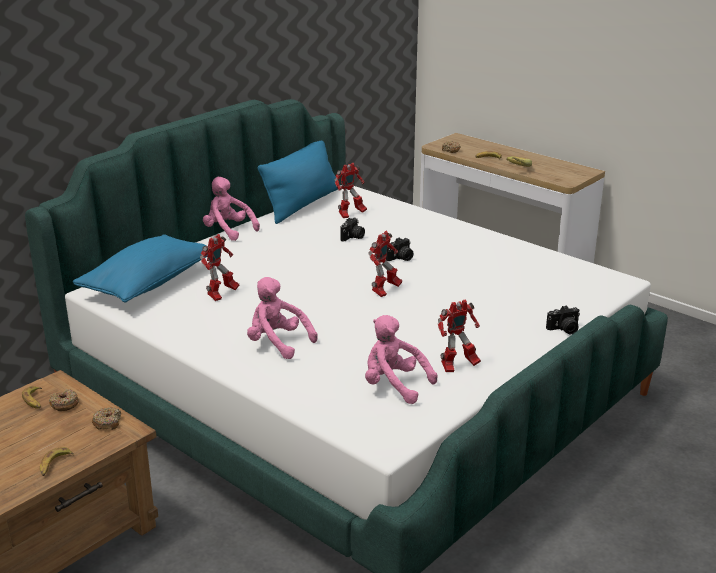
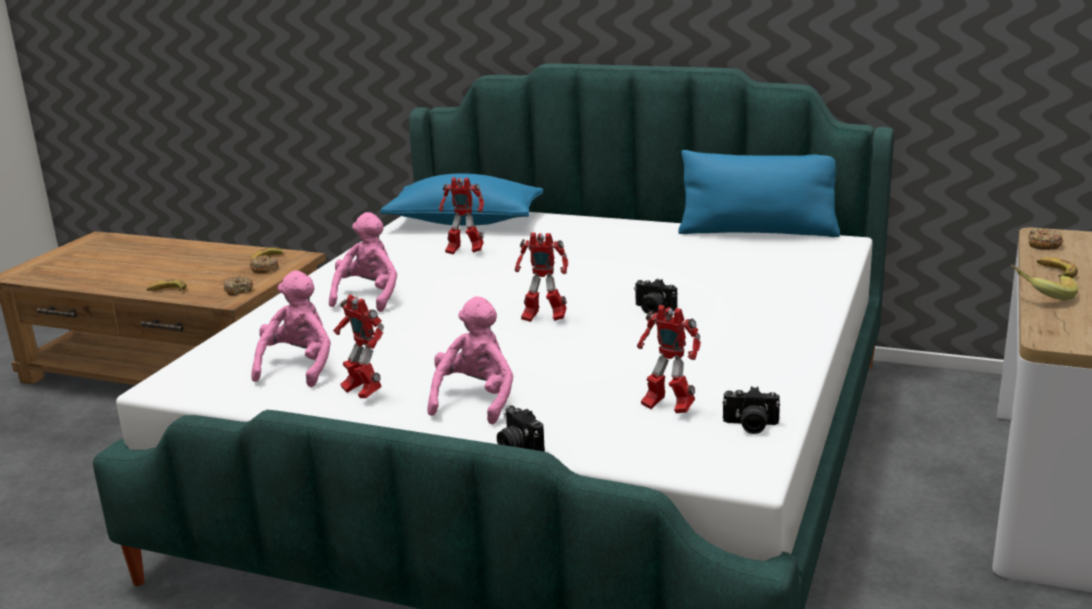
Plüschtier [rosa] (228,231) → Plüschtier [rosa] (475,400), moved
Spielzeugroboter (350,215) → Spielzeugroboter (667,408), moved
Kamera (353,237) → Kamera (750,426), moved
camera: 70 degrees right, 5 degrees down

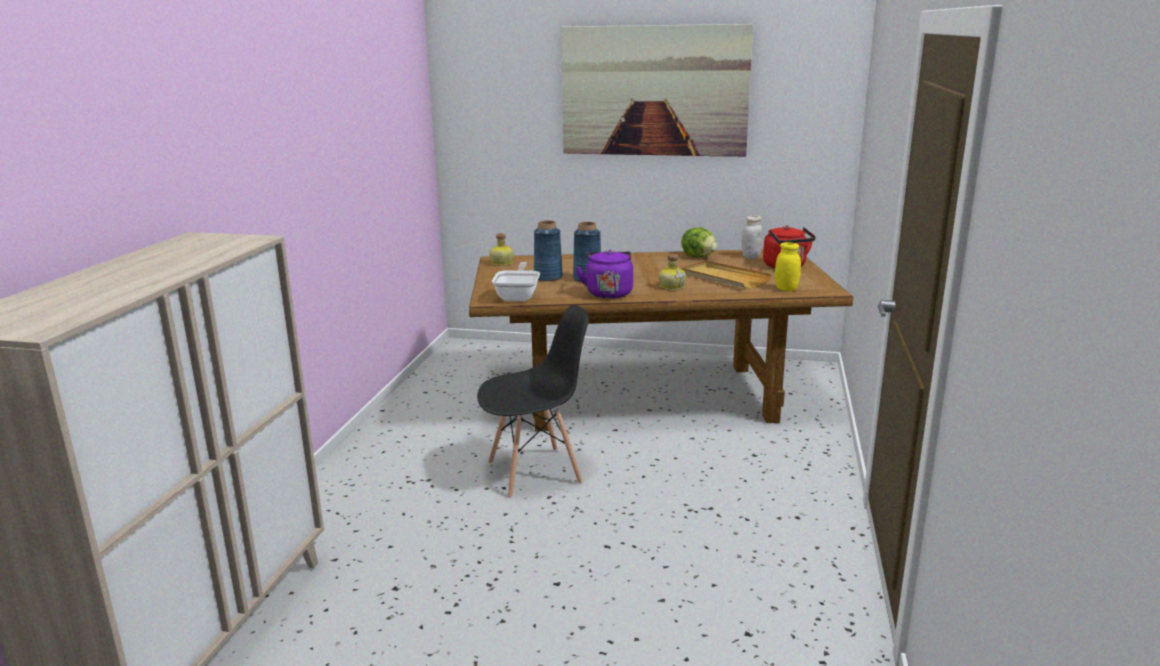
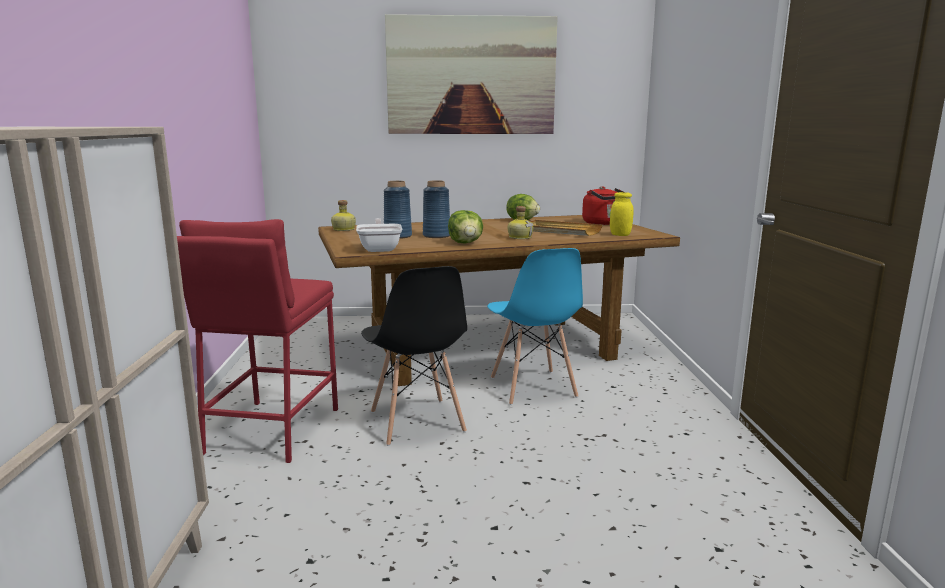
Stuhl [schwarz] (535,472) → Stuhl [schwarz] (416,422), 105 degrees clockwise
Wasserkessel [lila] (608,293) → Salatkopf (466,243)
Vorratsglas [weiß] (751,256) → -
- → Hocker [rot] (271,430)
- → Stuhl [blau] (532,388)
camera: 15 degrees left, 5 degrees down

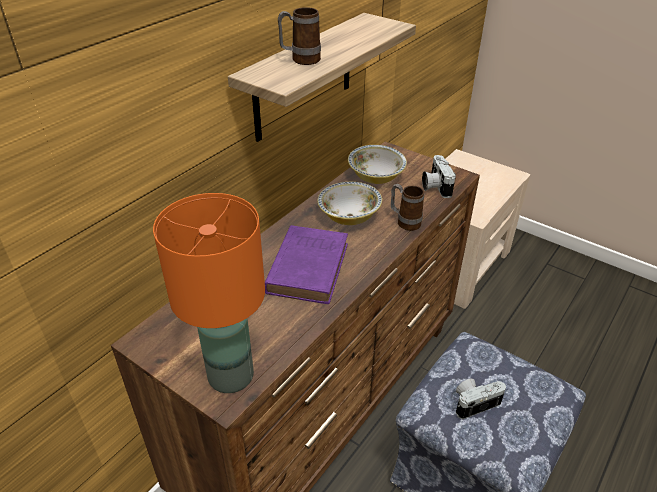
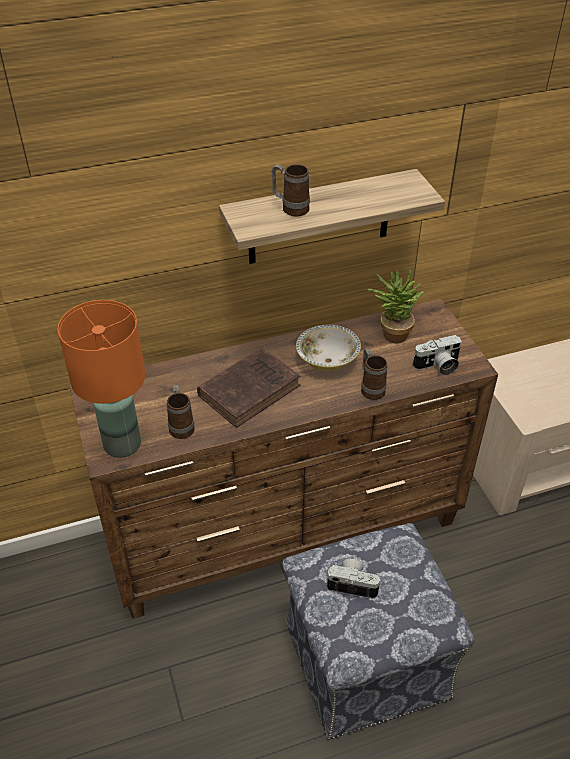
Buch [lila] (308,266) → Buch [braun] (251,389)
Schüssel (376,177) → Topfpflanze (391,333)
Kamera (435,186) → Kamera (438,366), 135 degrees counterclockwise
- → Henkelbecher (181,426)
camera: 35 degrees right, 5 degrees up

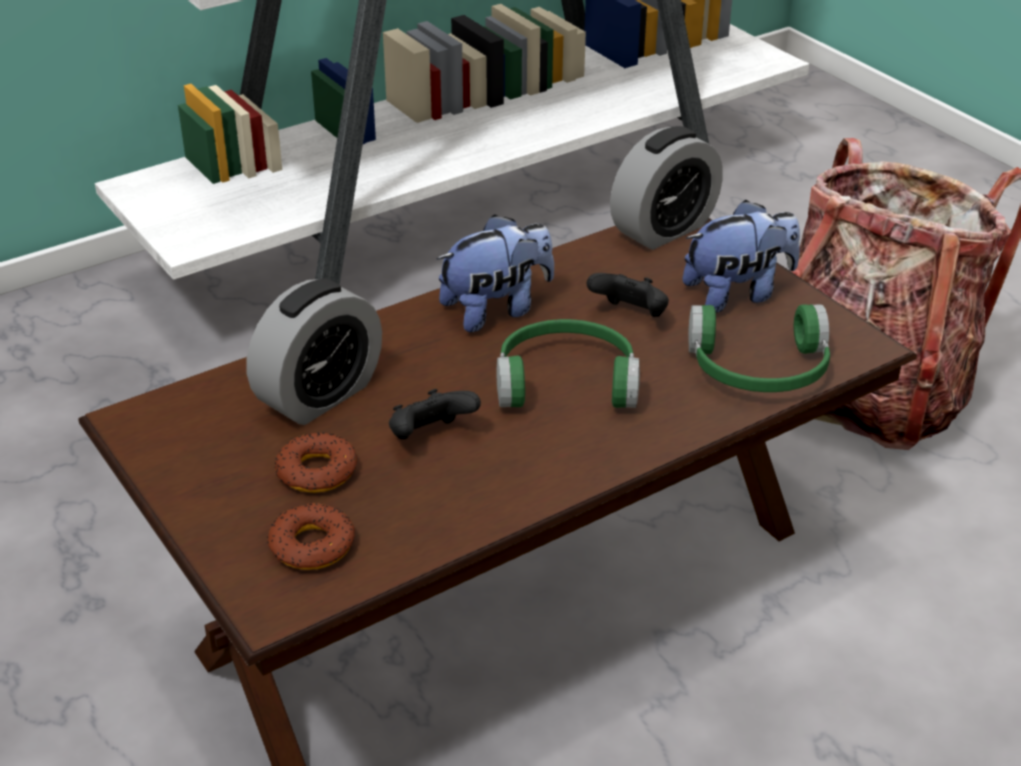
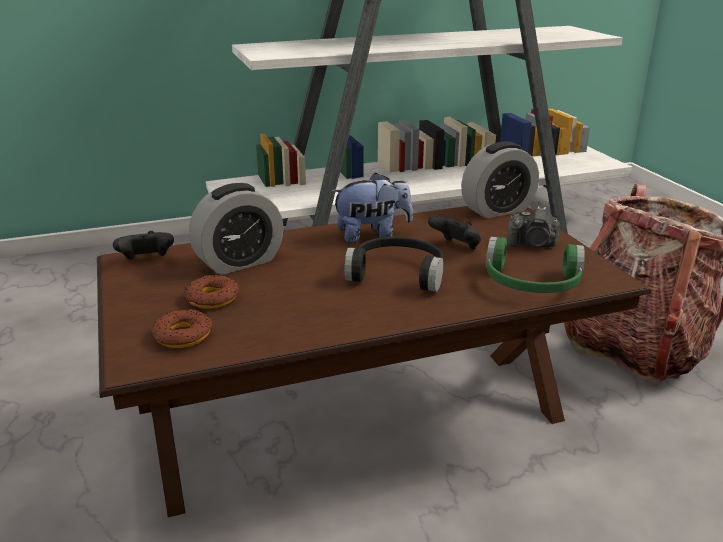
Gamepad [schwarz] (430,437) → Gamepad [schwarz] (147,261), moved
Kopfhörer [grün] (566,380) → Kopfhörer [schwarz] (397,273)
Plüschtier (737,294) → Kamera (533,244)
camera: 15 degrees right, 10 degrees down

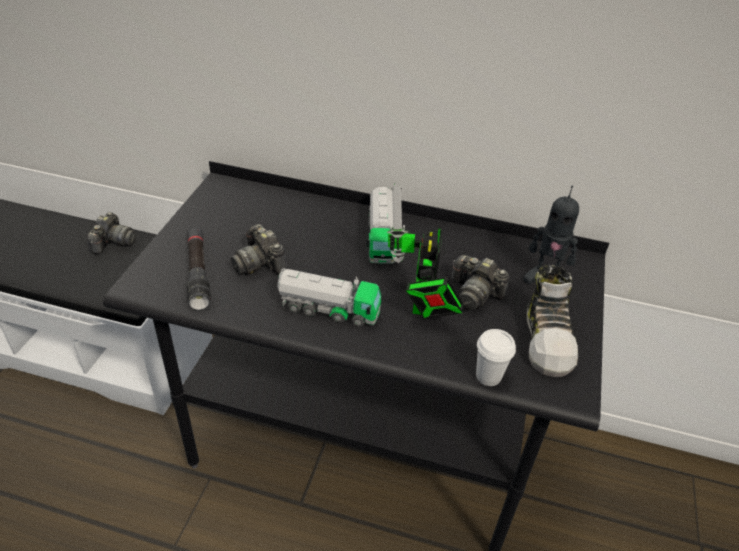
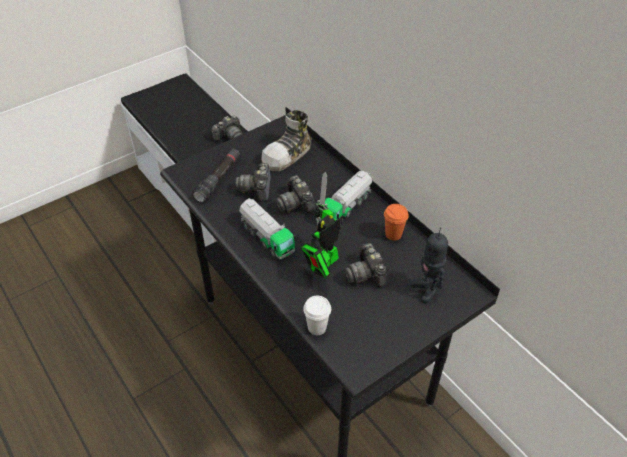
Schuh (548,339) → Schuh (288,154), moved
- → Kamera (295,204)
- → Tasse [orange] (393,234)
camera: 40 degrees right, 5 degrees up

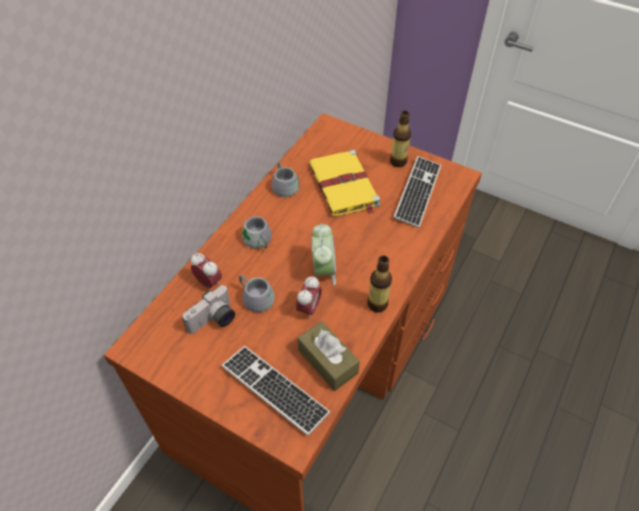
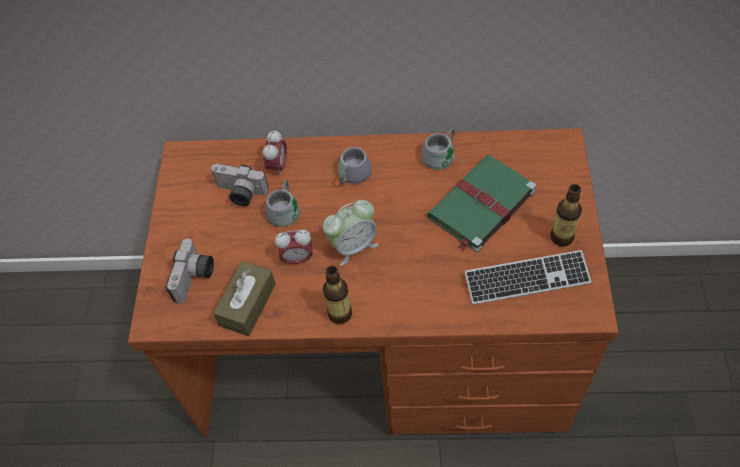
Tastatur (274,390) → Kamera (195,278)
Buch [gelb] (344,186) → Buch [grün] (480,206)
camera: 65 degrees right, 5 degrees up

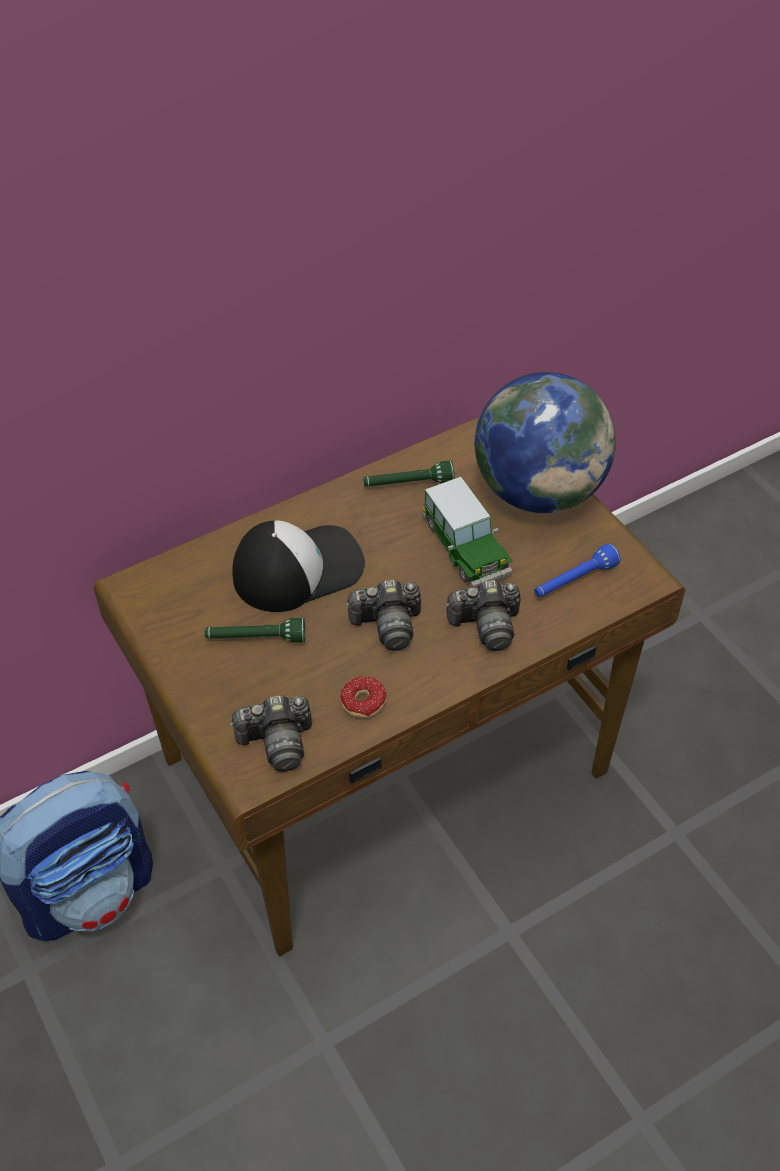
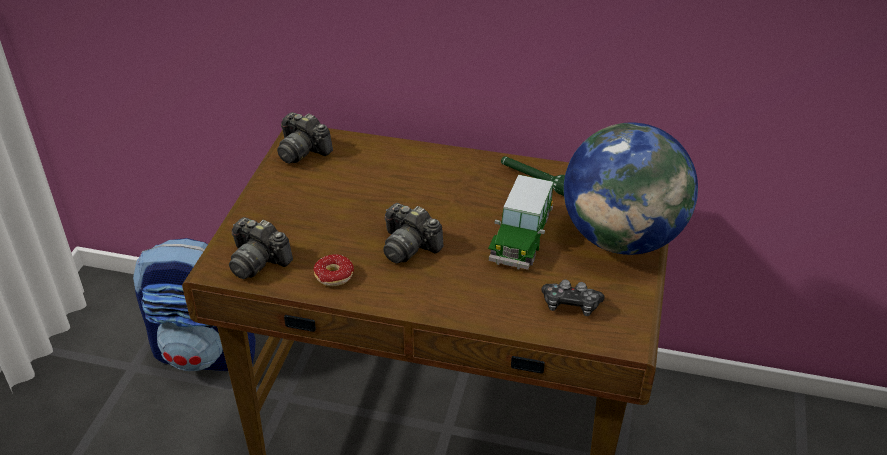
Taschenlampe [grün] (256,638) → -
Kappe (298,568) → -
Kamera (486,626) → Kamera (302,150), moved
Taschenlampe [blau] (574,580) → Gamepad (570,305)
camera: 45 degrees right, 10 degrees down

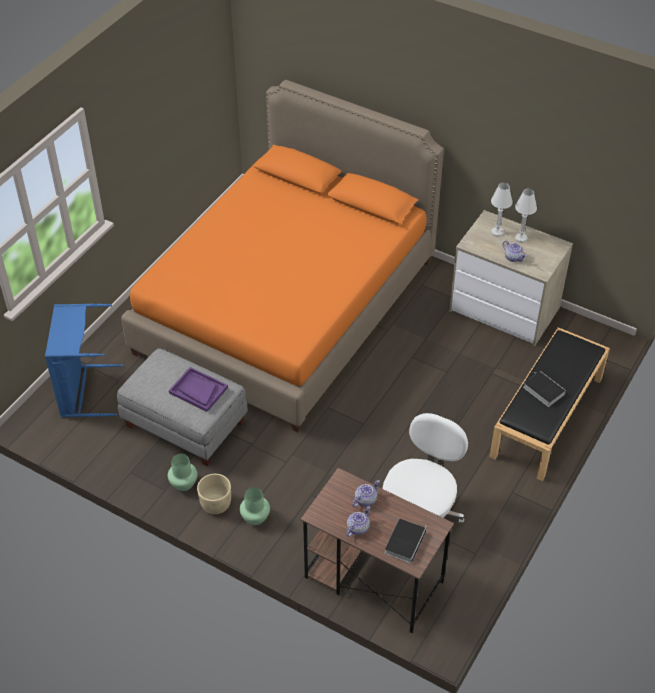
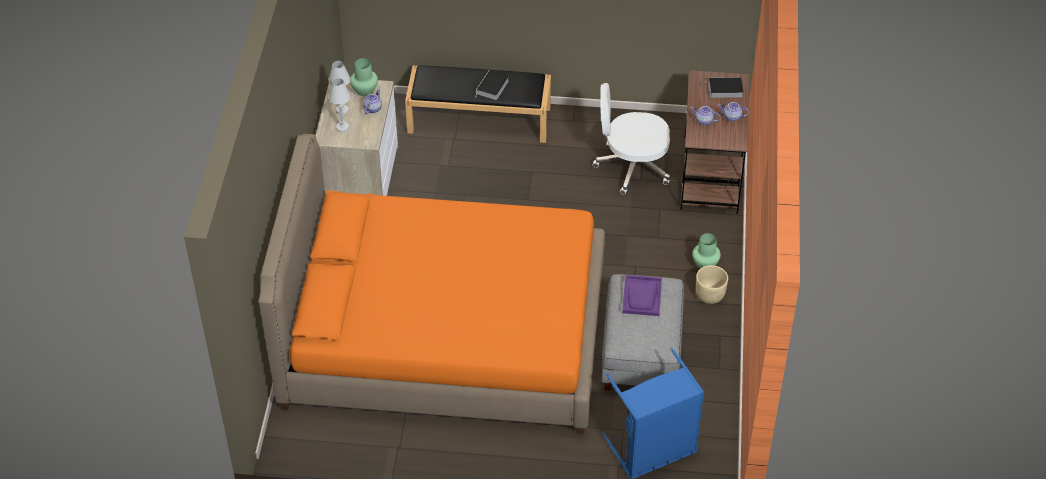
Vase [grün] (183,484) → Vase [grün] (365,91), moved
camera: 115 degrees left, 0 degrees up

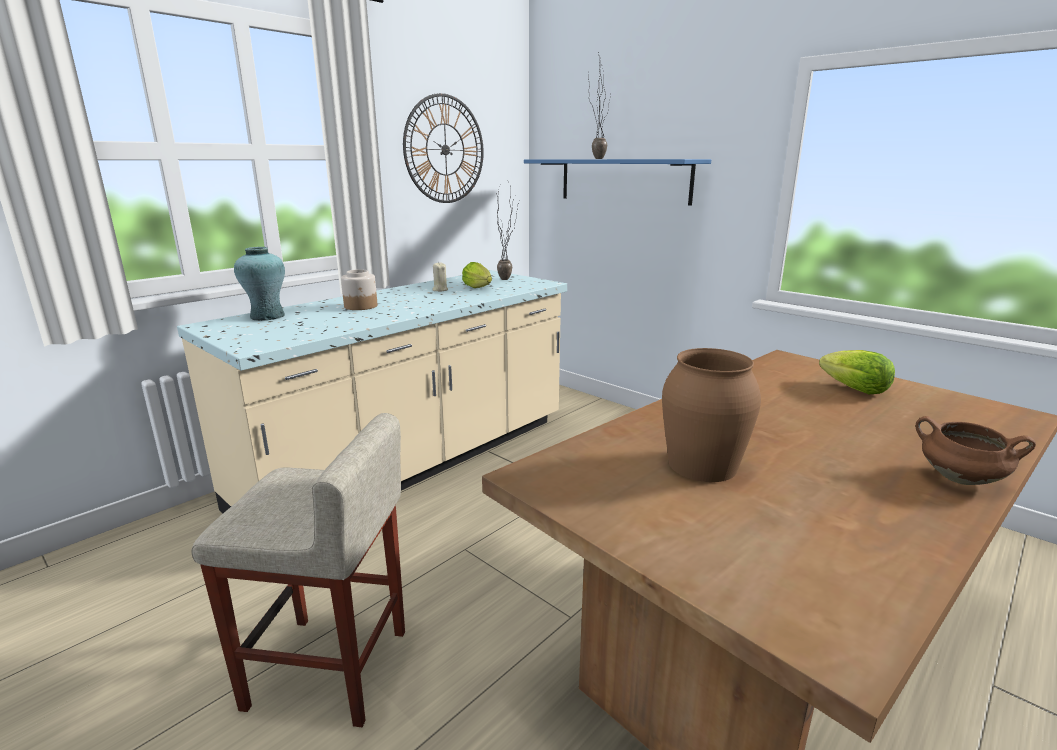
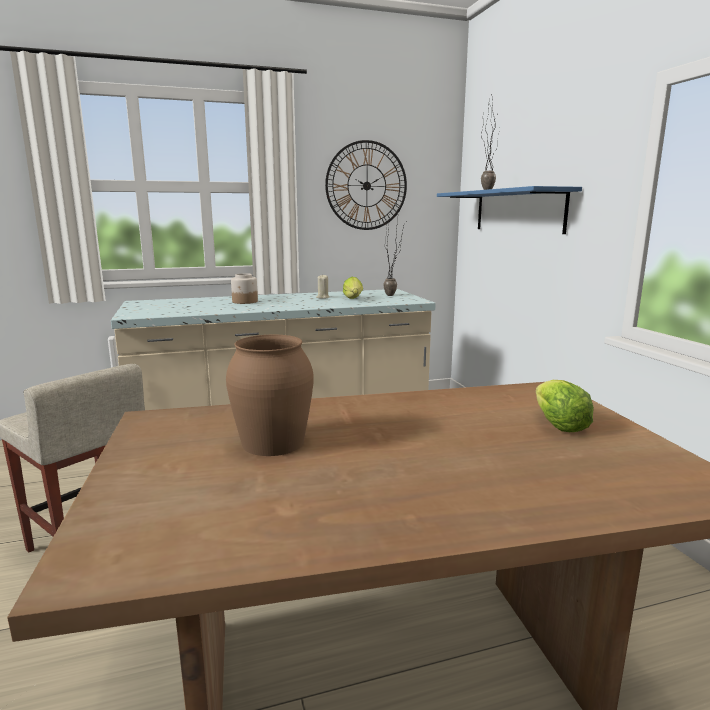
Vase [türkis] (267,316) → -
Kochtopf [braun] (958,479) → -
camera: 30 degrees right, 5 degrees down

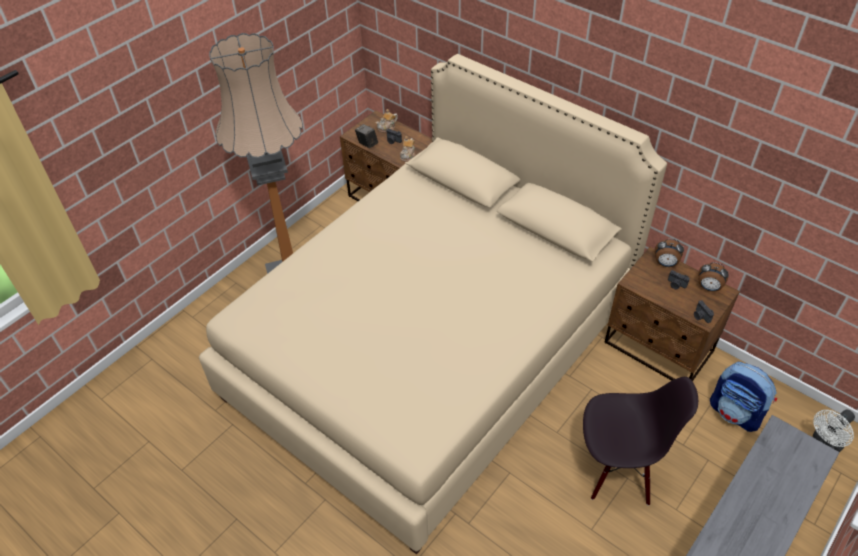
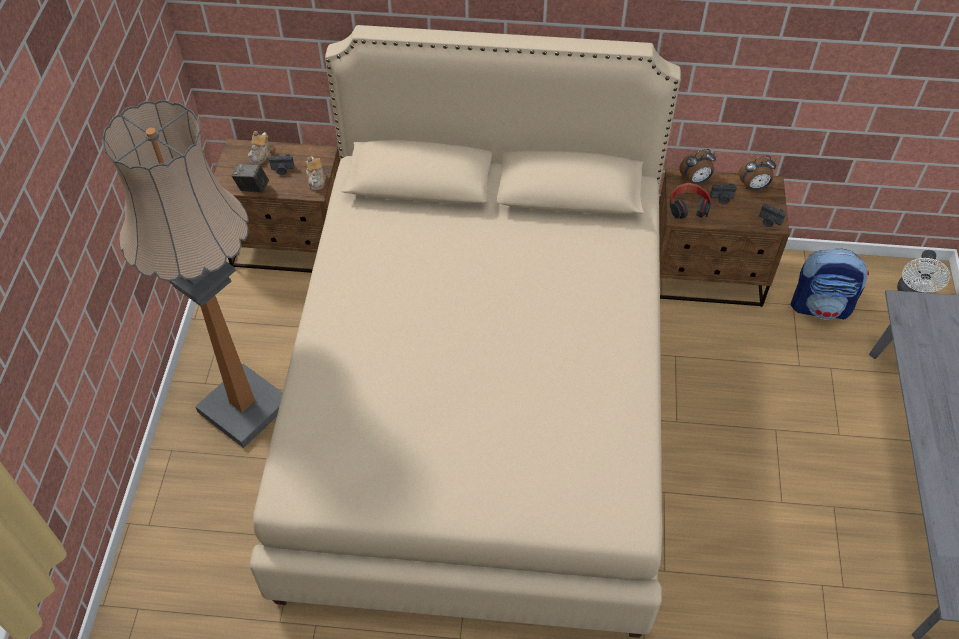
Stuhl [schwarz] (617,469) → -
- → Kopfhörer (688,207)
camera: 35 degrees left, 5 degrees up

